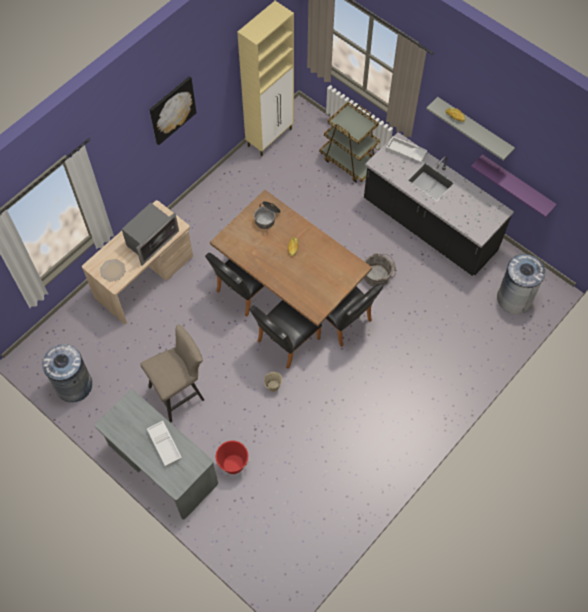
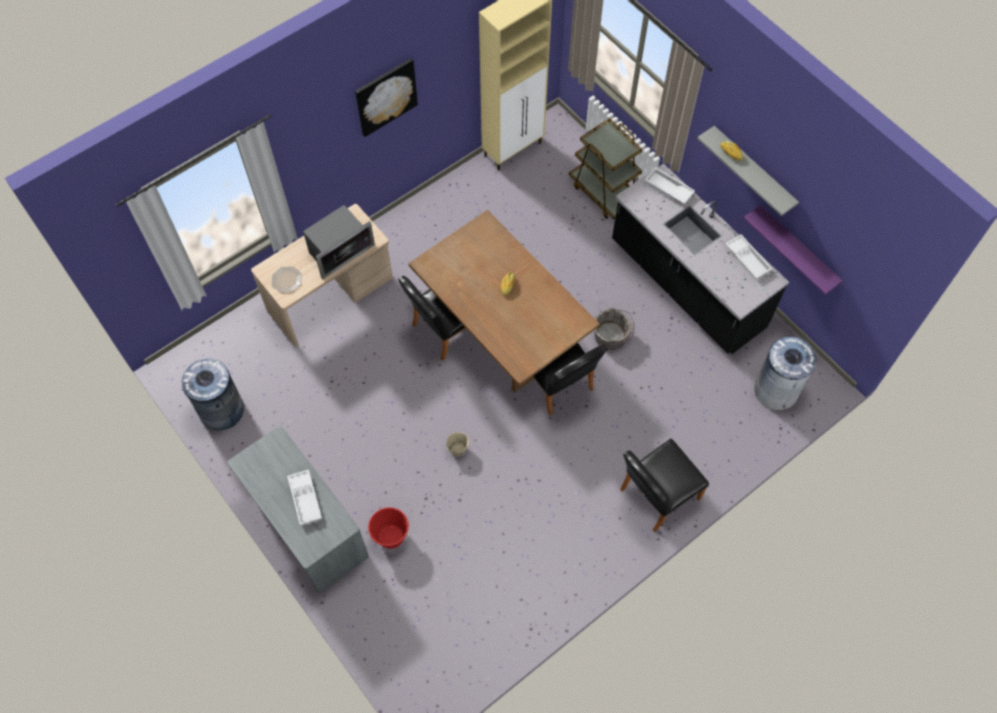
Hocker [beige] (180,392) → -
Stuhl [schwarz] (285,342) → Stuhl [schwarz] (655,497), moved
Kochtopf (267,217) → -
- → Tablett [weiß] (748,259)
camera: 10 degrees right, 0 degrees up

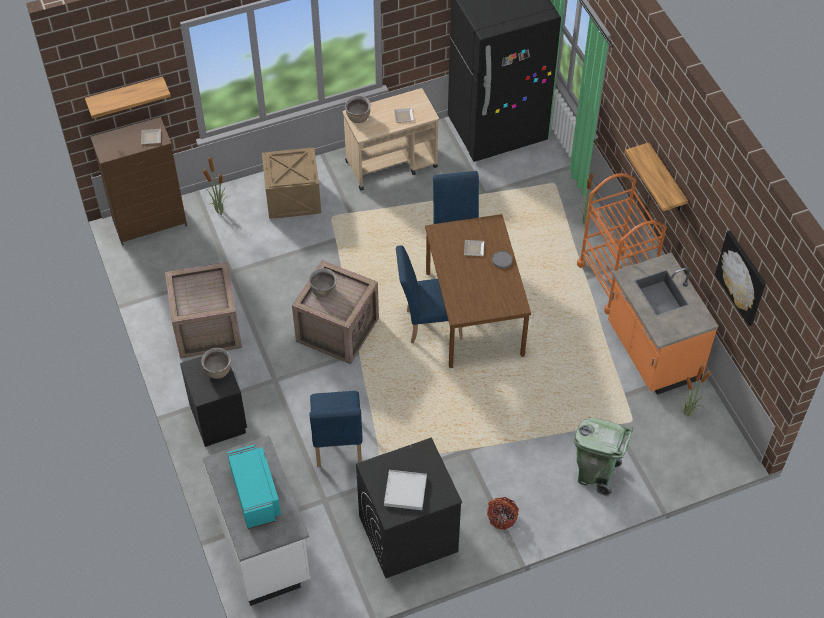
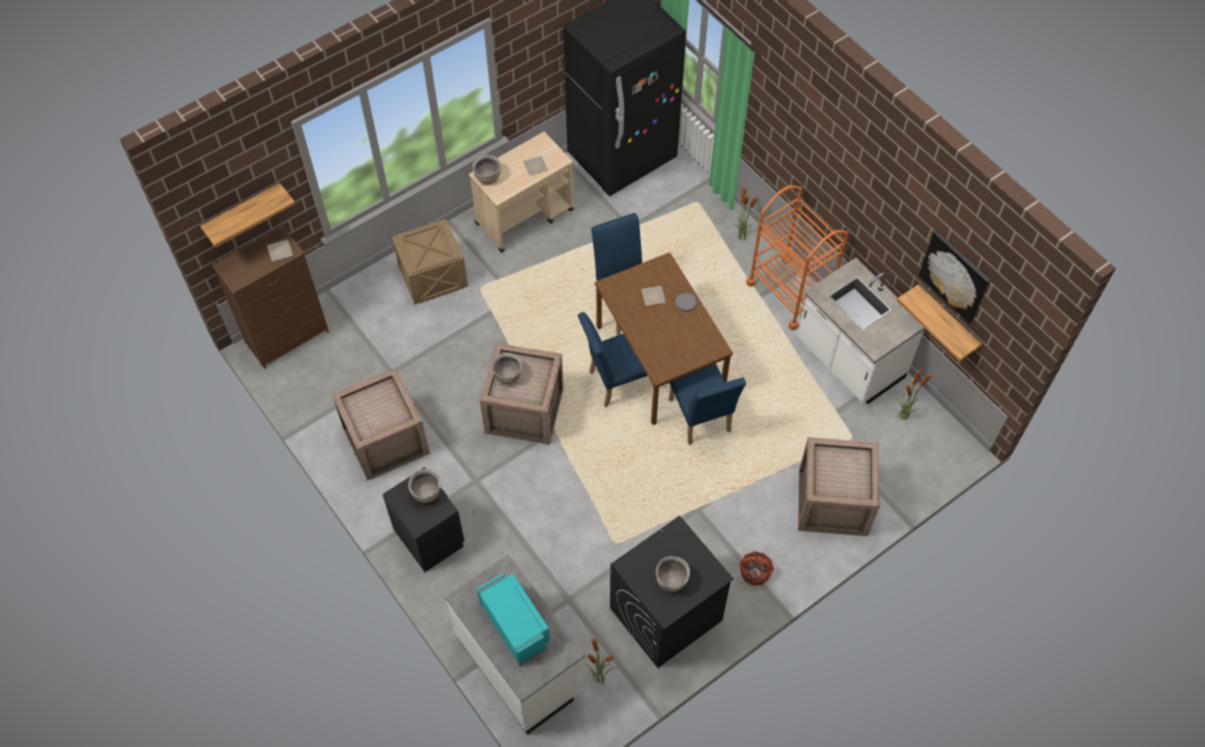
Topfpflanze (220,210) → Topfpflanze (599,677), moved
Stuhl [blau] (337,446) → Stuhl [blau] (701,420), moved
Tablett [weiß] (405,491) → Kochtopf [braun] (672,581)
Mülleimer [grün] (596,474) → Kiste (833,503)
Küchenzeile [orange] (652,352) → Küchenzeile [weiß] (849,361)
Wandregal (666,179) → Wandregal (946,321), moved
camera: 15 degrees left, 5 degrees up

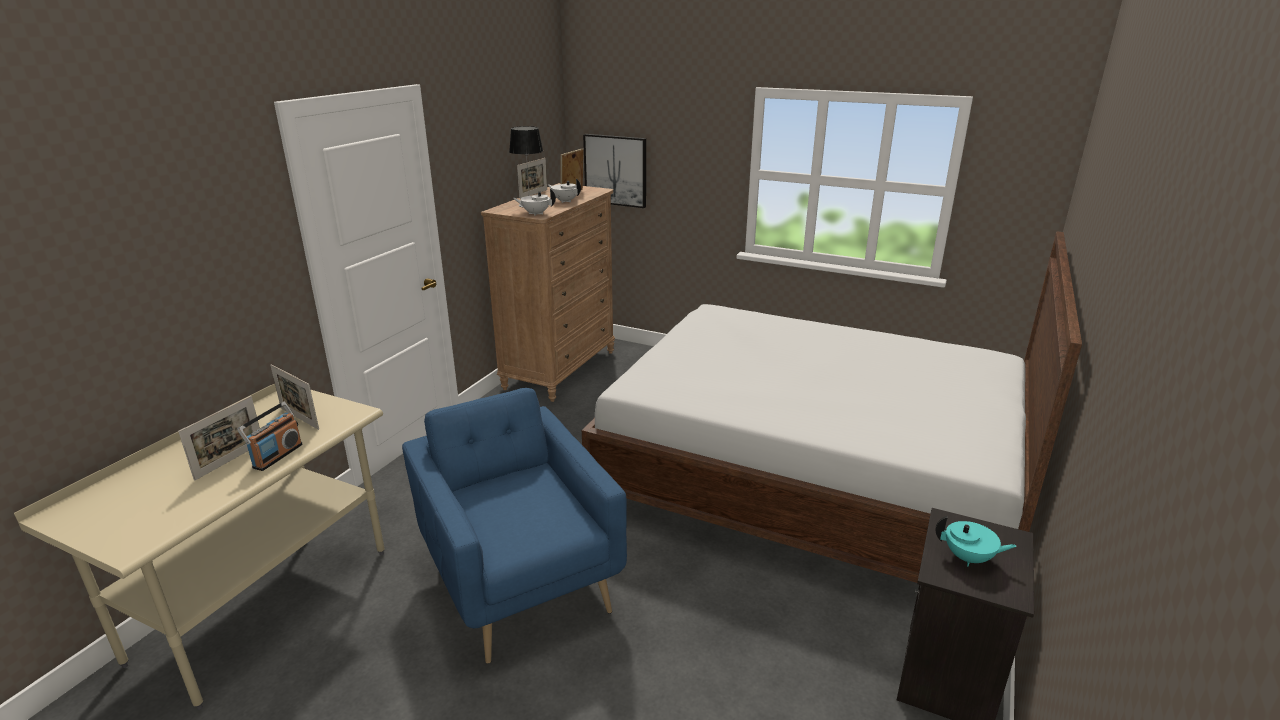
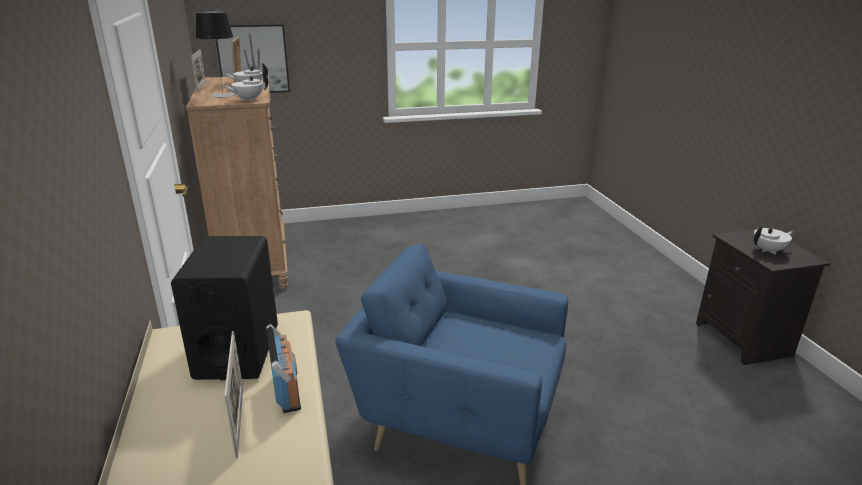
Bilderrahmen (299,418) → Lautsprecher [schwarz] (237,351)
Bett (809,481) → -
Teekanne [türkis] (968,558) → Teekanne [weiß] (769,250)
camera: 40 degrees left, 0 degrees up

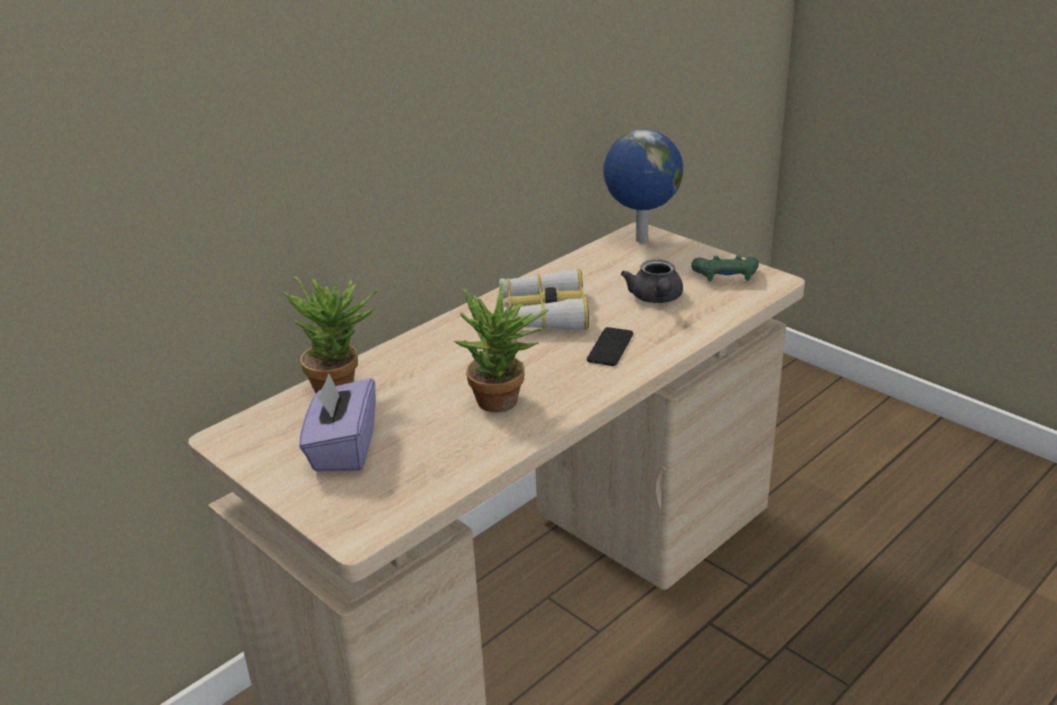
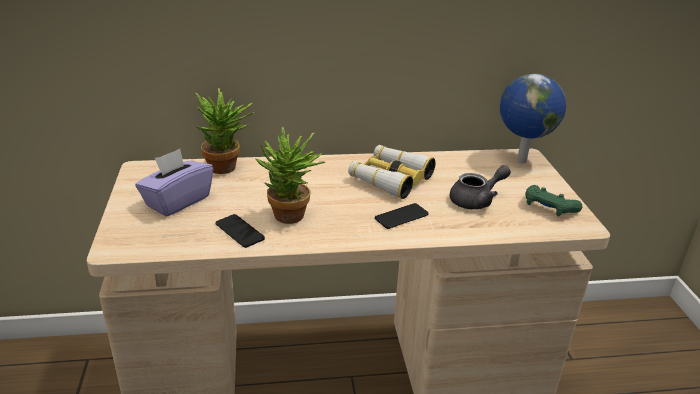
Teekanne [grau] (656,299) → Teekanne [grau] (476,201), 150 degrees counterclockwise
- → Handy (239,231)
camera: 35 degrees right, 0 degrees up

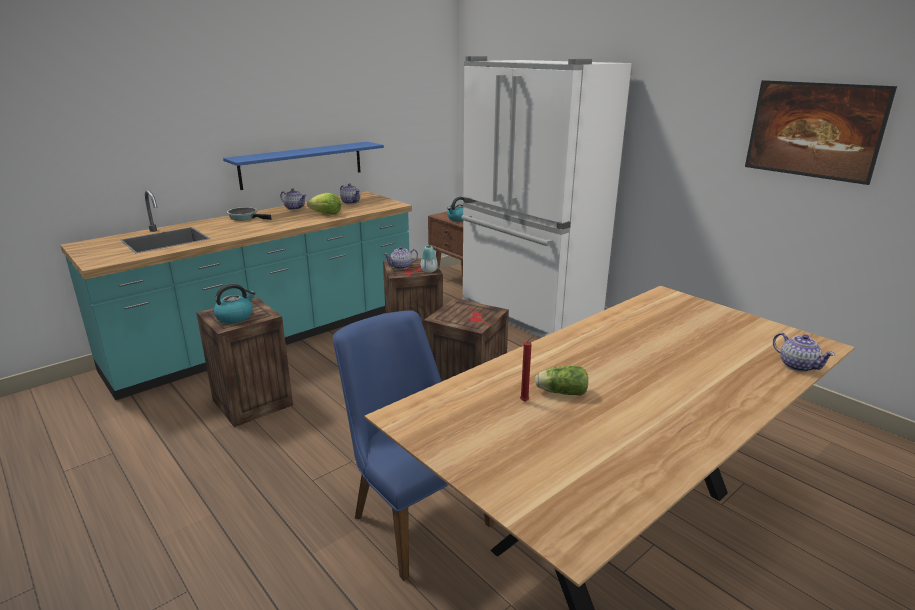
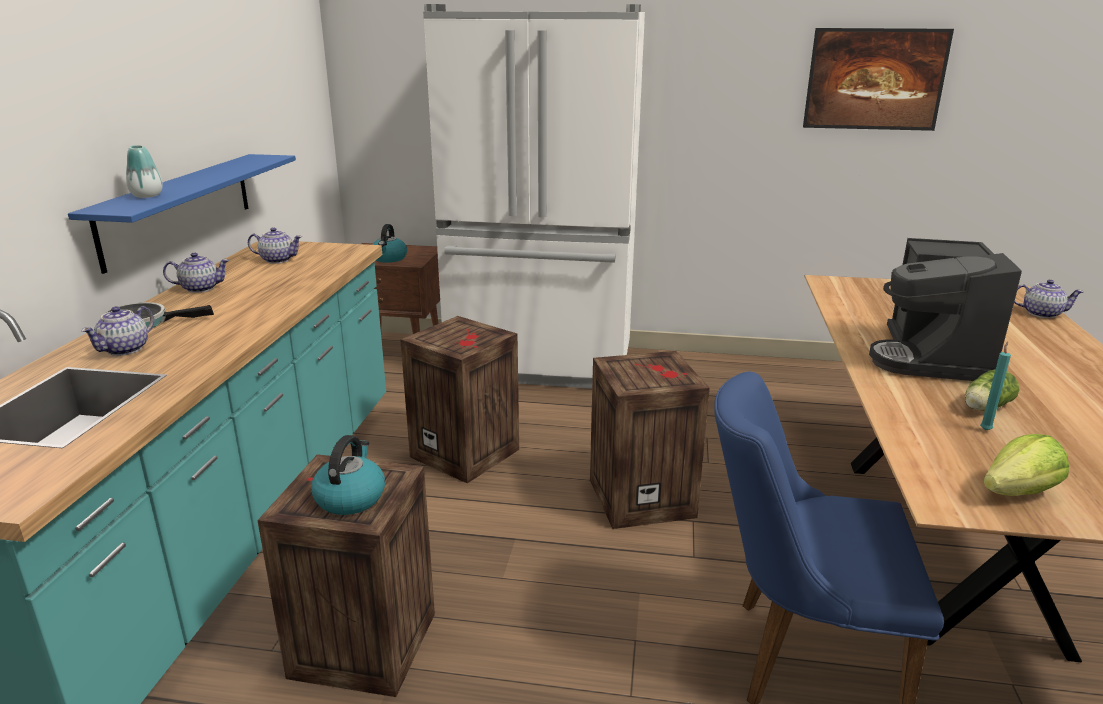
Salatkopf (326,214) → Salatkopf (1018,492), moved
Teekanne (401,267) → Teekanne (126,349), moved
Vase (429,271) → Vase (147,196), moved
Kerze [rot] (525,401) → Kerze [türkis] (985,429)
- → Kaffeemaschine (932,358)
camera: 40 degrees left, 0 degrees up

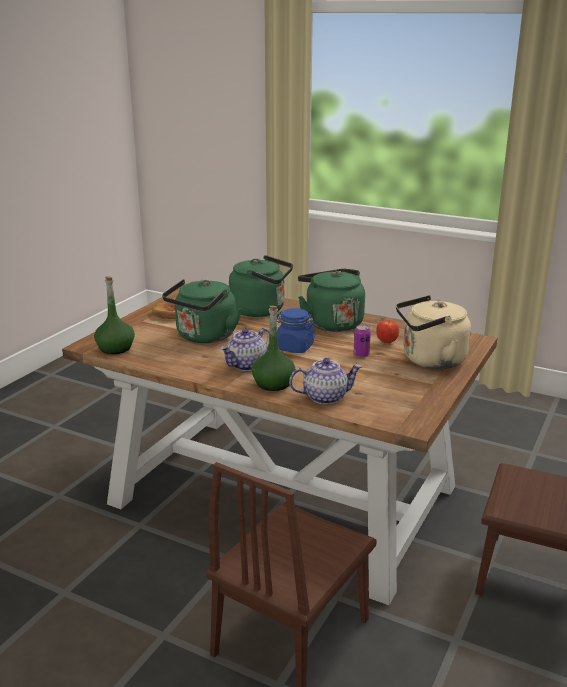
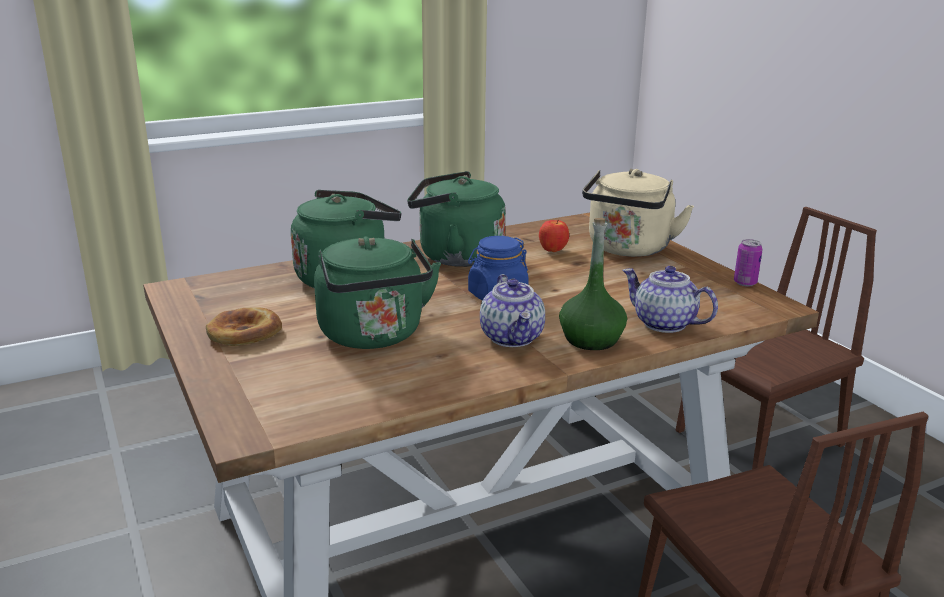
Flasche [grün] (115,348) → -
Teekanne (325,397) → Teekanne (663,323), 75 degrees counterclockwise
Dose (361,355) → Dose (745,283), moved
camera: 55 degrees left, 0 degrees up

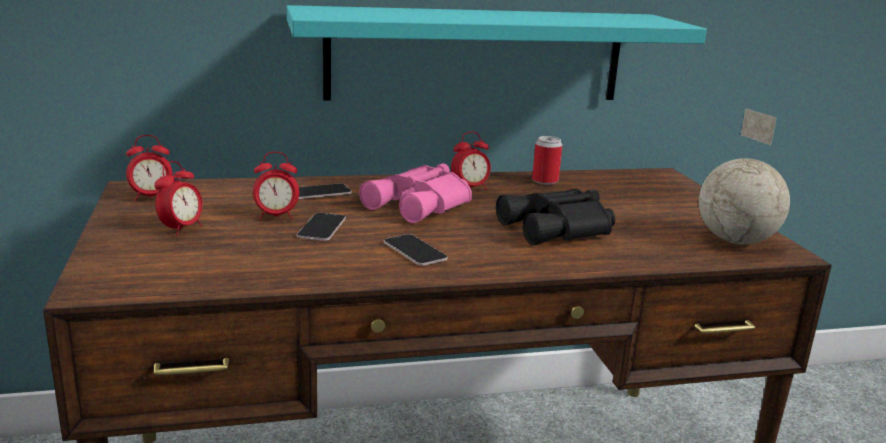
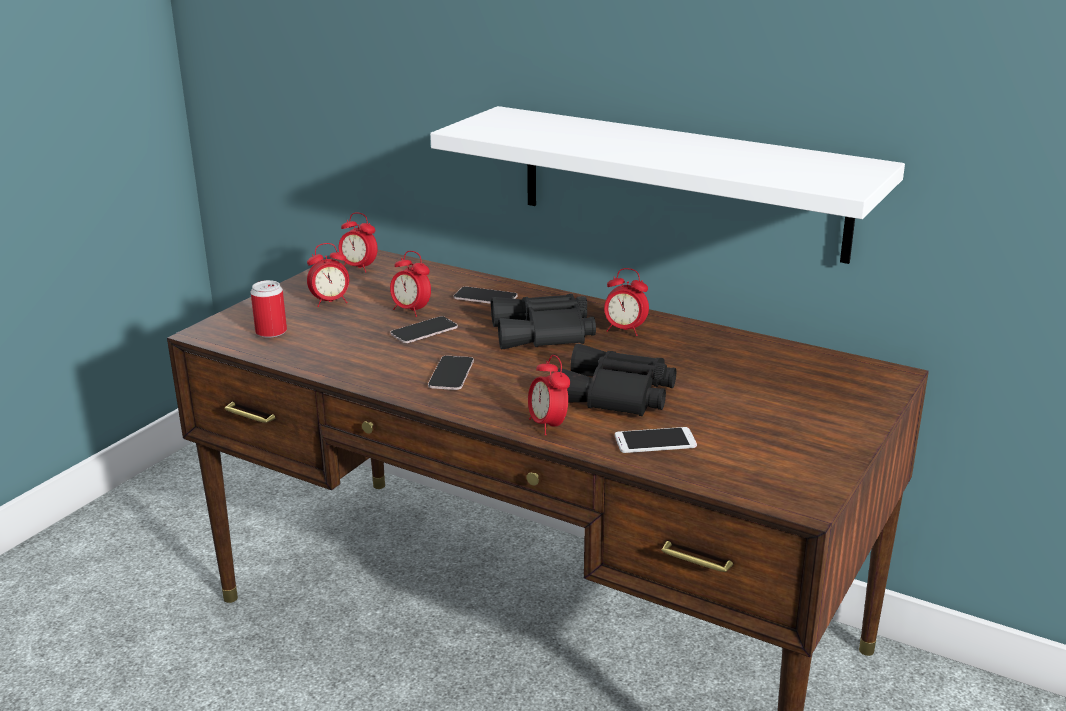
Wandregal [türkis] (476,55) → Wandregal [weiß] (680,182)
Fernglas [rosa] (421,205) → Fernglas [schwarz] (544,334)
Dose (545,181) → Dose (271,332), moved
Globus (735,240) → -
- → Wecker (548,425)
- → Handy (655,441)
camera: 45 degrees right, 5 degrees up

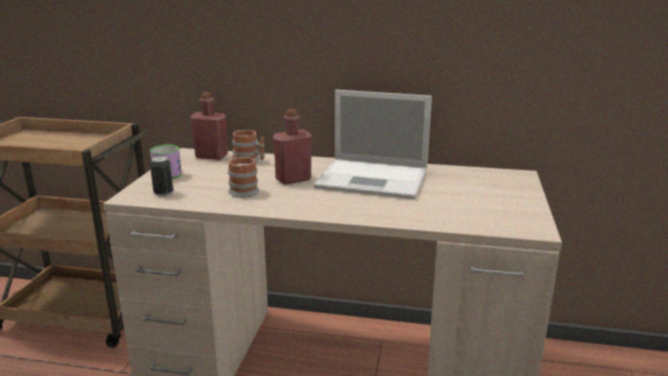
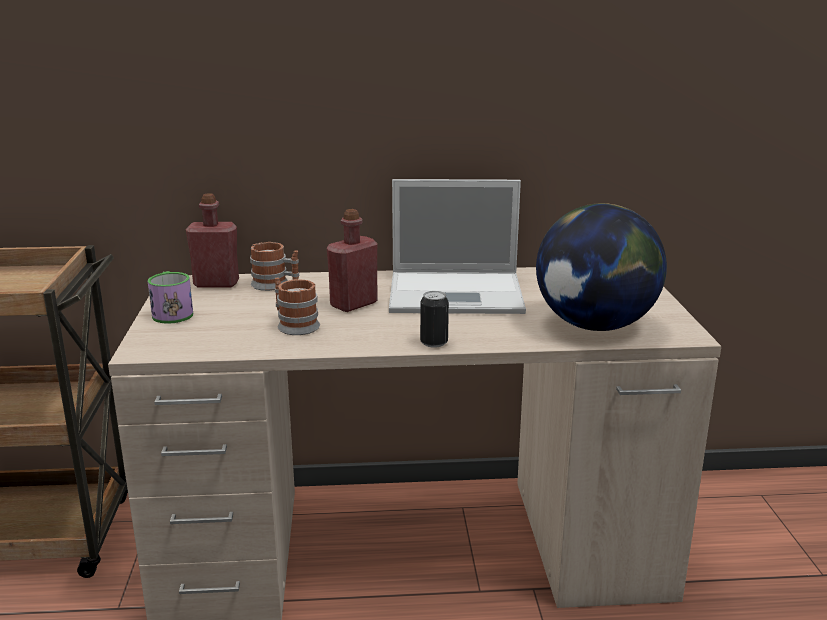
Dose (163,193) → Dose (434,343), moved
- → Globus (595,326)
camera: 15 degrees left, 0 degrees up

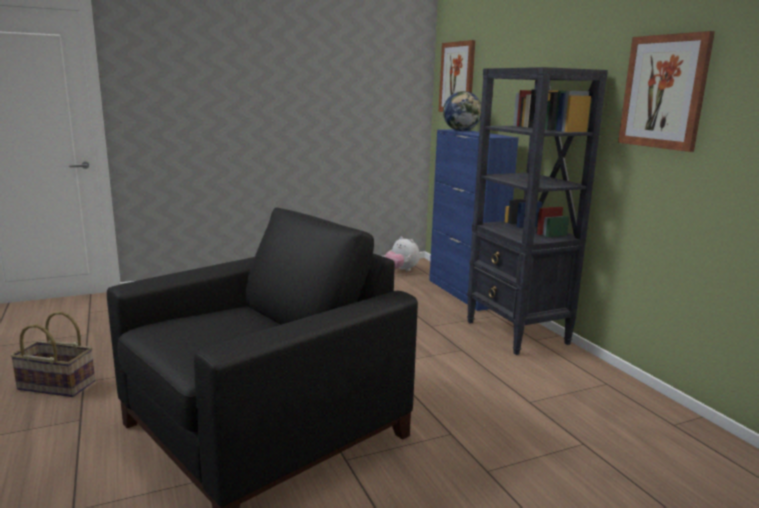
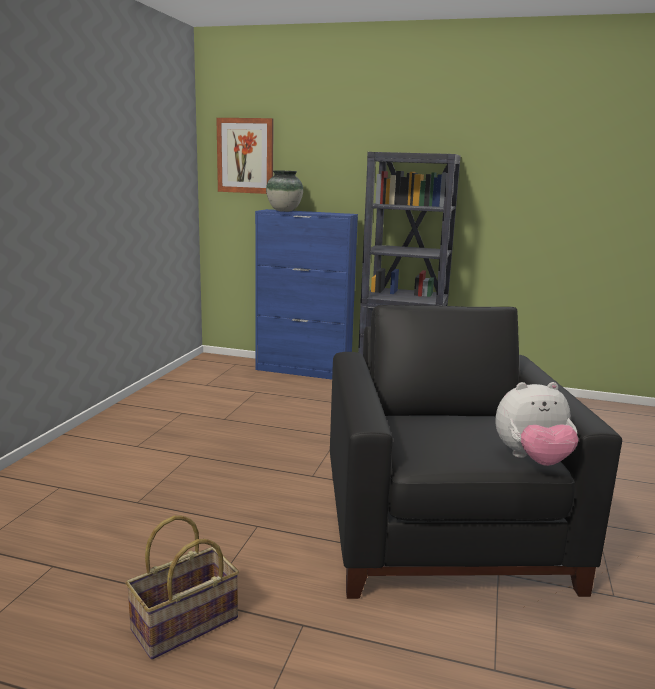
Plüschtier (401,270) → Plüschtier (532,460), moved
Globus (461,131) → Vase (284,211)
Bild (664,92) → -
camera: 50 degrees left, 0 degrees up

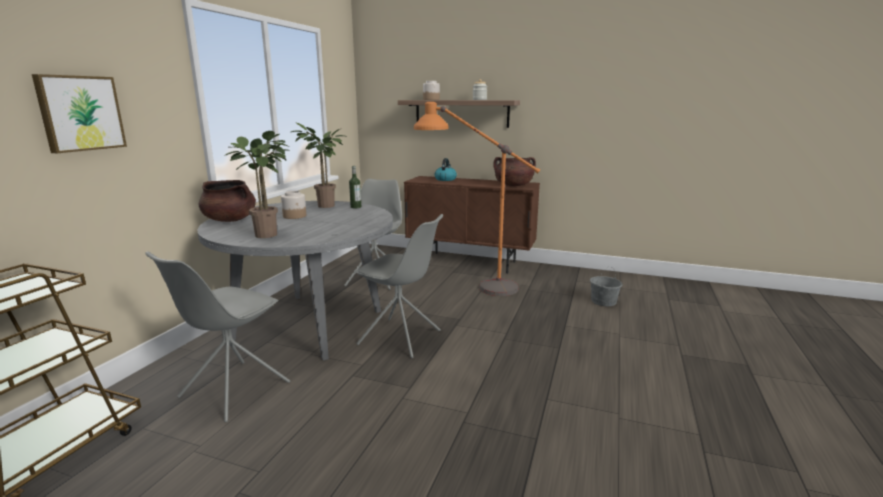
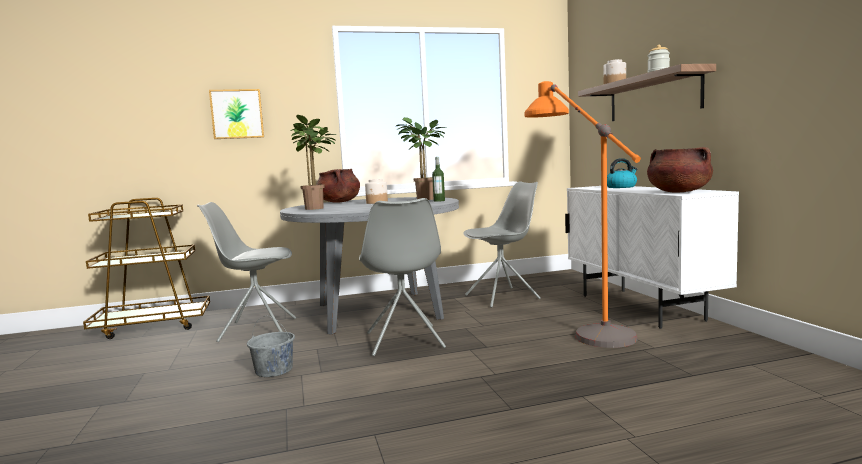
Schrank [braun] (470,263) → Schrank [weiß] (640,307)
Eimer [grau] (603,301) → Eimer [grau] (274,370), moved
camera: 55 degrees right, 10 degrees down

